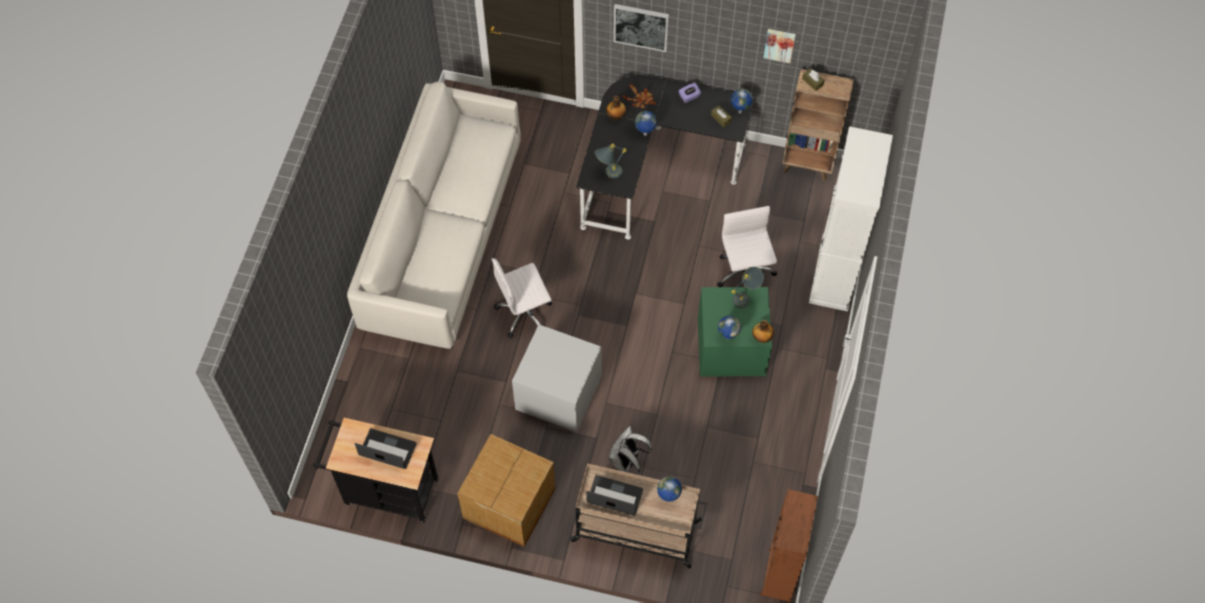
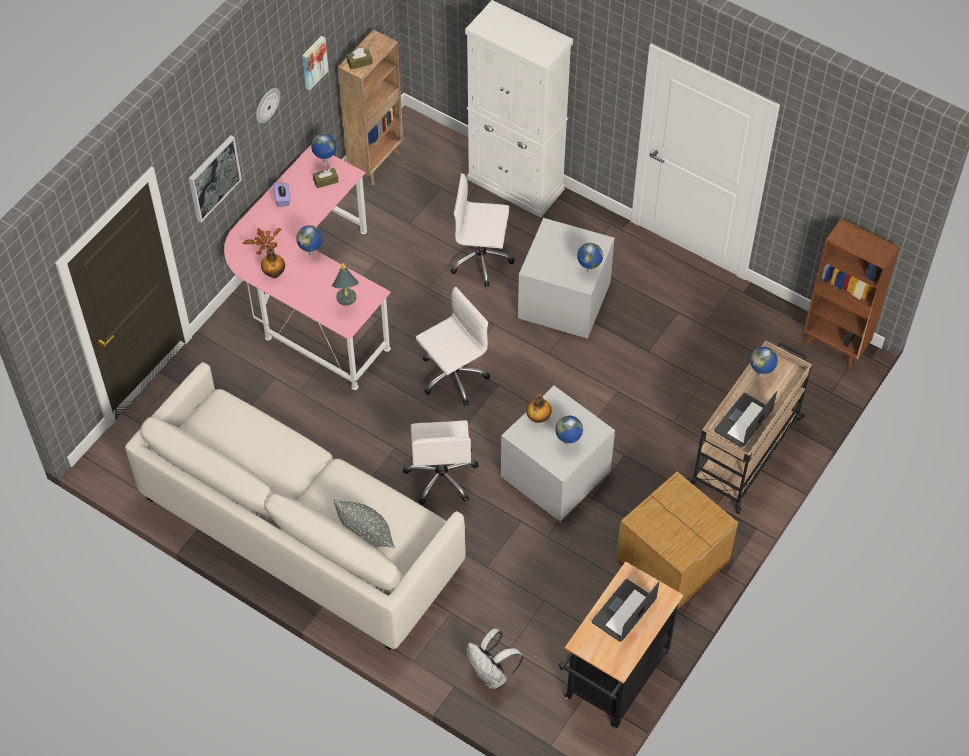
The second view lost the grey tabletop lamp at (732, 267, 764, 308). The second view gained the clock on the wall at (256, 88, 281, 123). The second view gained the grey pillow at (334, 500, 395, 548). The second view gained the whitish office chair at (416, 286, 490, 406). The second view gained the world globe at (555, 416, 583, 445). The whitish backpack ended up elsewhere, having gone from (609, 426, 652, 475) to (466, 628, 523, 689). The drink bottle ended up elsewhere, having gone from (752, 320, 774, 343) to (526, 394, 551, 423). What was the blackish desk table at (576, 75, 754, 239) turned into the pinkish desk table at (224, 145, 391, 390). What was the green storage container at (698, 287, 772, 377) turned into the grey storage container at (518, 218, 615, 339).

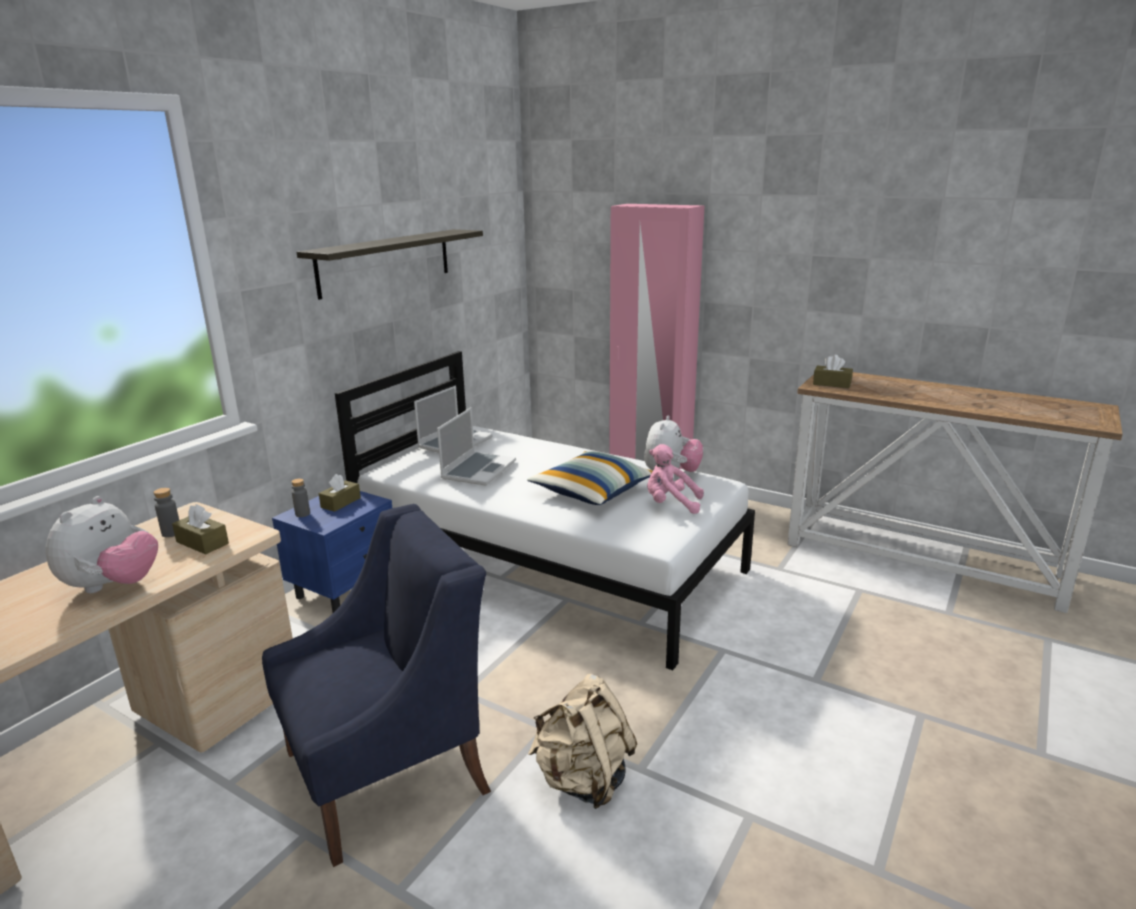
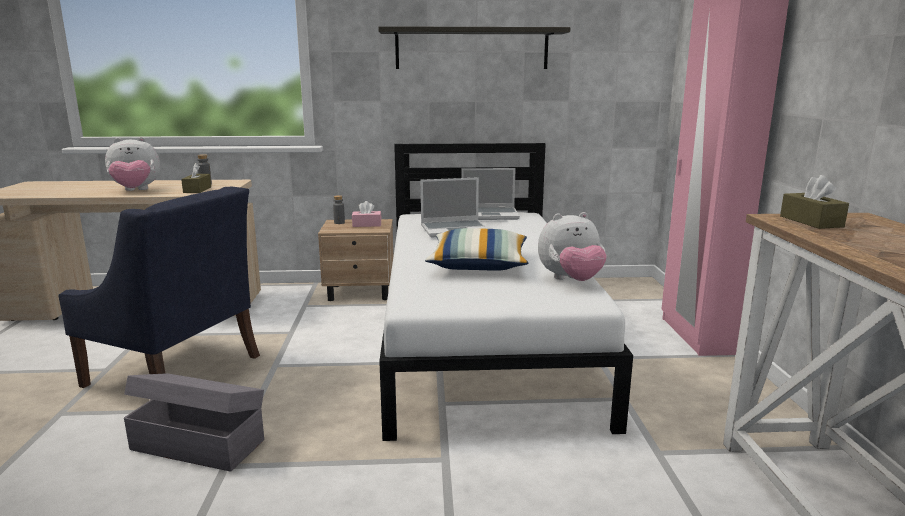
The second view lost the pinkish cuddly toy at (647, 444, 704, 514). Where the beige-coloured backpack stood at (528, 674, 637, 809), the grey storage container came to stand at (124, 374, 264, 471). What was the bluish nightstand at (272, 491, 392, 613) turned into the beige-coloured nightstand at (318, 219, 393, 301). What was the brown-coloured tissue holder at (319, 474, 361, 512) turned into the pinkish tissue holder at (352, 201, 382, 227).

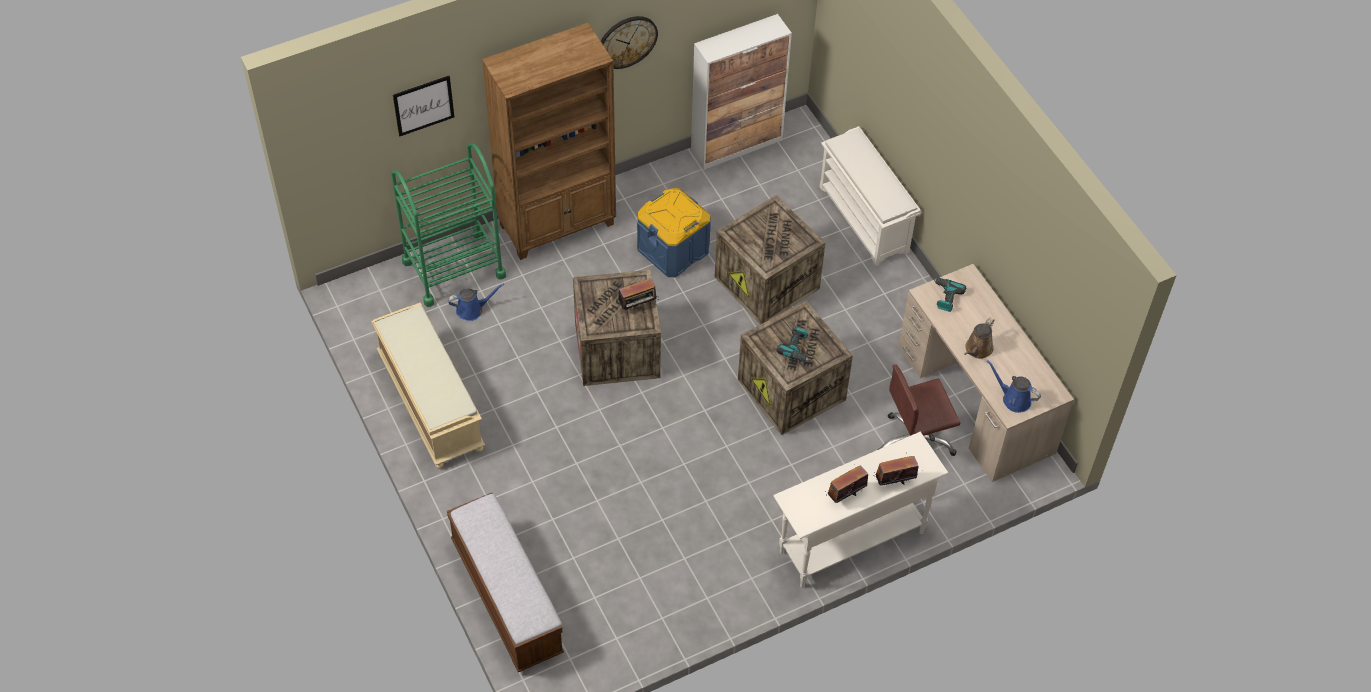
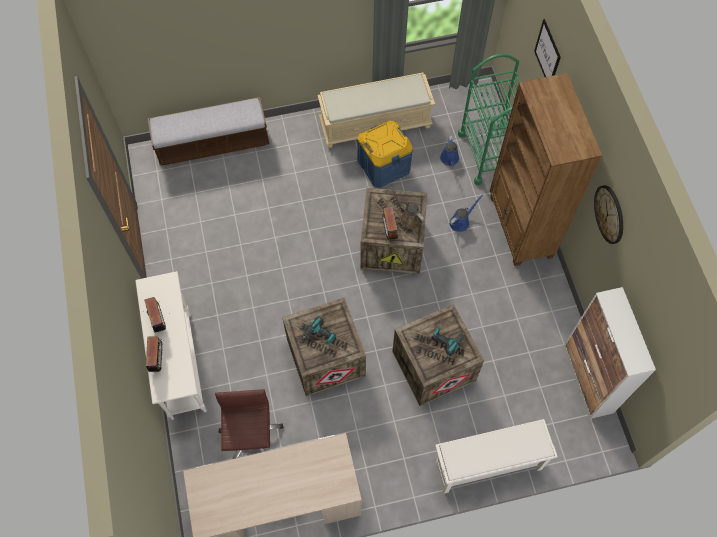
The bluish storage container ended up elsewhere, having gone from (637, 188, 711, 277) to (357, 120, 413, 188). The drill ended up elsewhere, having gone from (933, 277, 966, 312) to (431, 327, 465, 356). The brown-coloured sprinkling can ended up elsewhere, having gone from (964, 318, 994, 359) to (390, 187, 425, 229). The bluish sprinkling can ended up elsewhere, having gone from (987, 360, 1041, 413) to (449, 195, 483, 232).

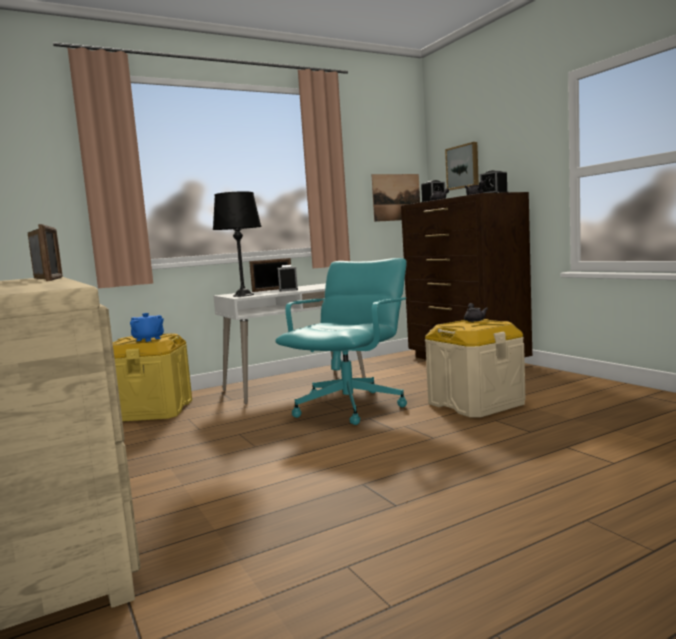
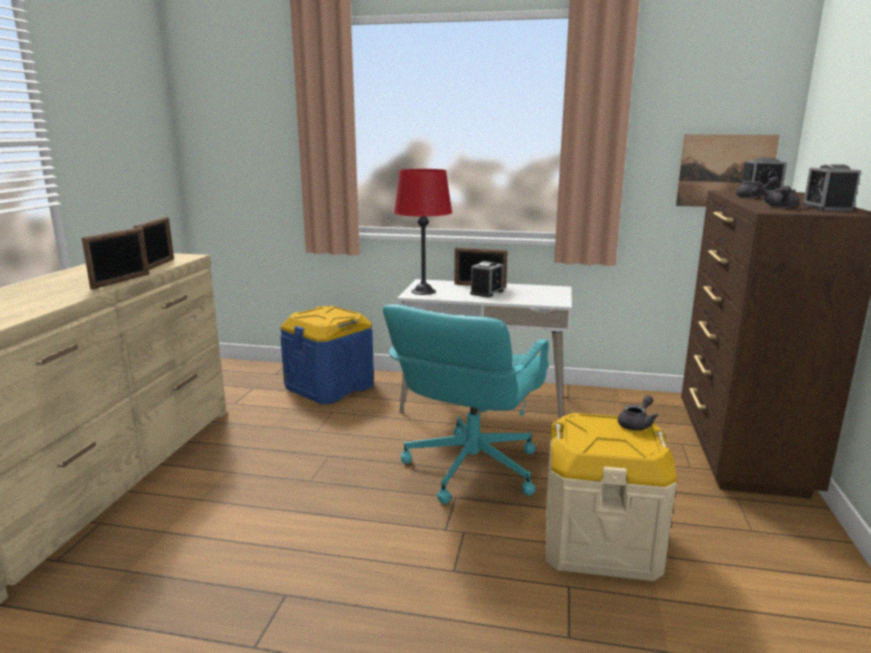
The second view lost the bluish tea pot at (130, 313, 164, 342). The second view lost the wall picture at (445, 142, 479, 190). What was the yellow-coloured storage container at (113, 333, 192, 422) turned into the bluish storage container at (280, 306, 374, 404). What was the blackish tabletop lamp at (213, 191, 261, 297) turned into the reddish tabletop lamp at (394, 169, 452, 295). The turquoise-coloured office chair at (275, 258, 407, 425) ended up facing another way, 135 degrees clockwise from before.

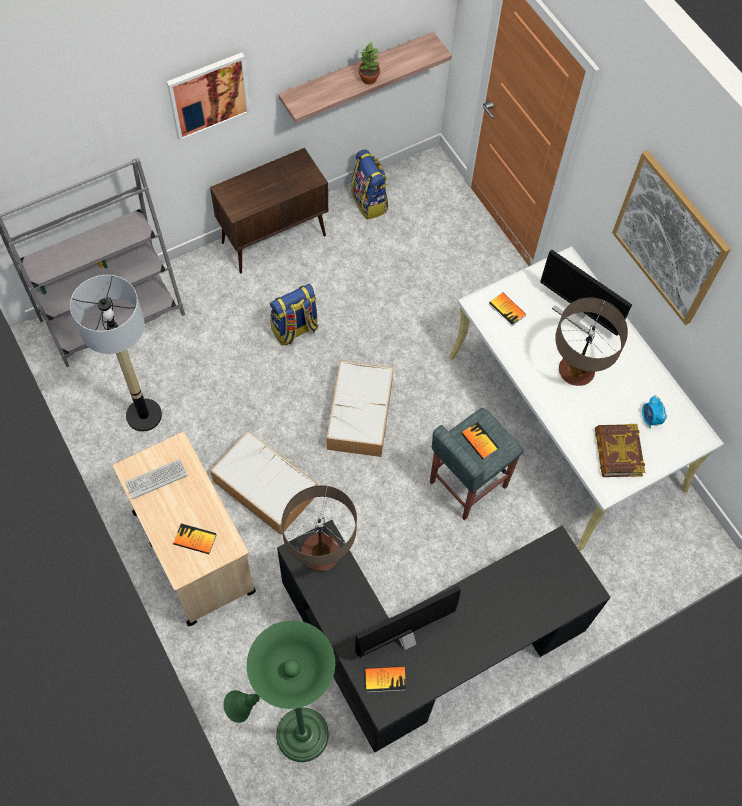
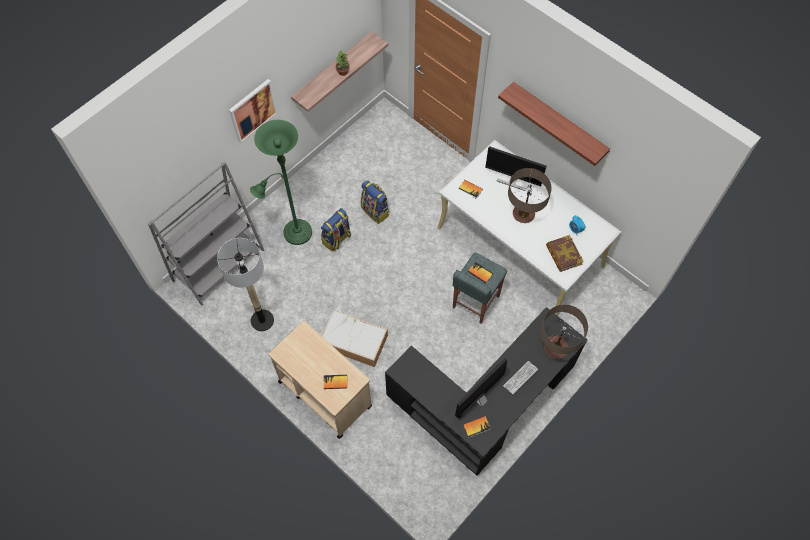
The second view lost the brown-coloured cabinet at (210, 148, 328, 274). The second view lost the storage container at (327, 360, 394, 457). The computer keyboard ended up elsewhere, having gone from (125, 459, 187, 499) to (503, 361, 538, 394). The green standing lamp ended up elsewhere, having gone from (224, 620, 335, 762) to (250, 120, 312, 245). The tabletop lamp ended up elsewhere, having gone from (281, 485, 357, 571) to (541, 304, 588, 359). The backpack ended up elsewhere, having gone from (351, 149, 388, 220) to (361, 180, 389, 224). Where the wall picture hung at (612, 150, 731, 325), the wall shelf came to hang at (498, 82, 610, 166).

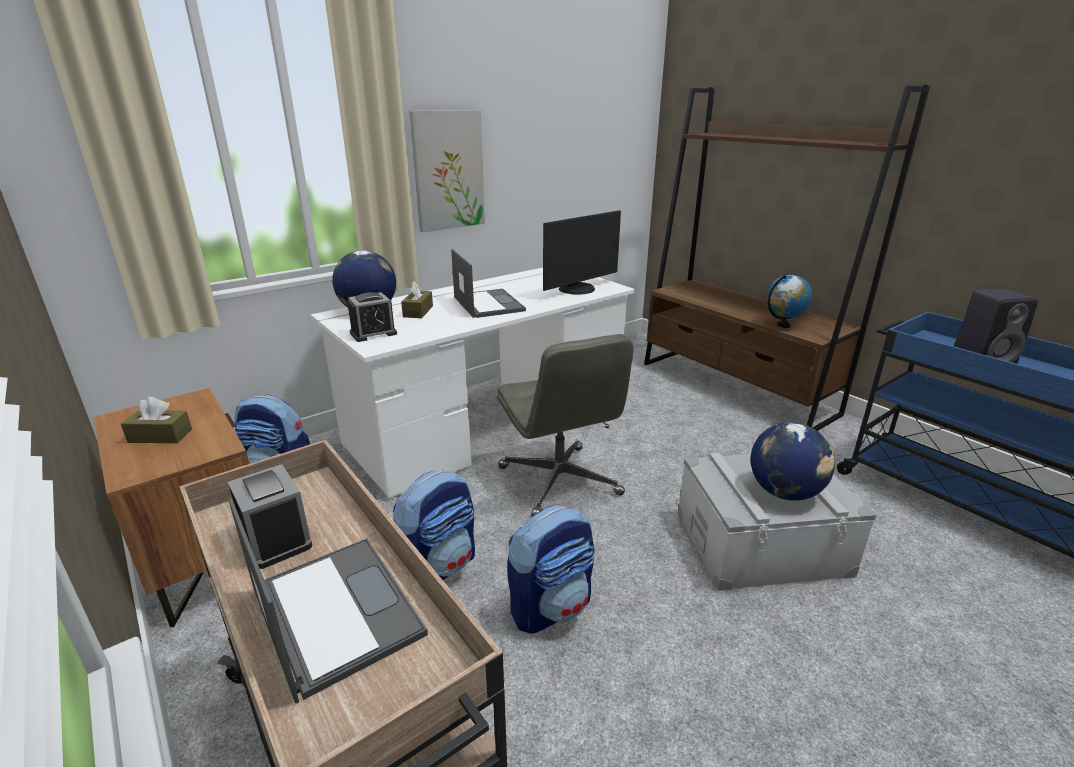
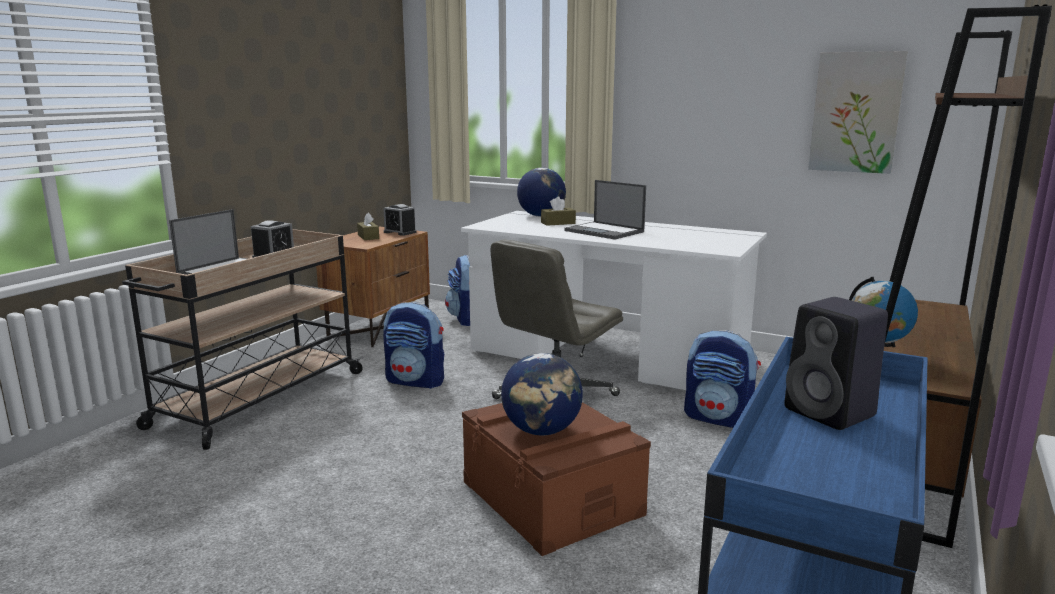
The second view lost the monitor at (543, 210, 621, 295). The table clock ended up elsewhere, having gone from (347, 292, 397, 342) to (383, 204, 417, 236). The wall picture ended up elsewhere, having gone from (409, 110, 485, 232) to (808, 51, 907, 174). The backpack ended up elsewhere, having gone from (507, 505, 595, 633) to (684, 330, 761, 428). What was the grey storage container at (678, 453, 876, 591) turned into the brown-coloured storage container at (462, 402, 651, 556). The notebook computer at (451, 249, 526, 318) ended up facing another way, 90 degrees clockwise from before.

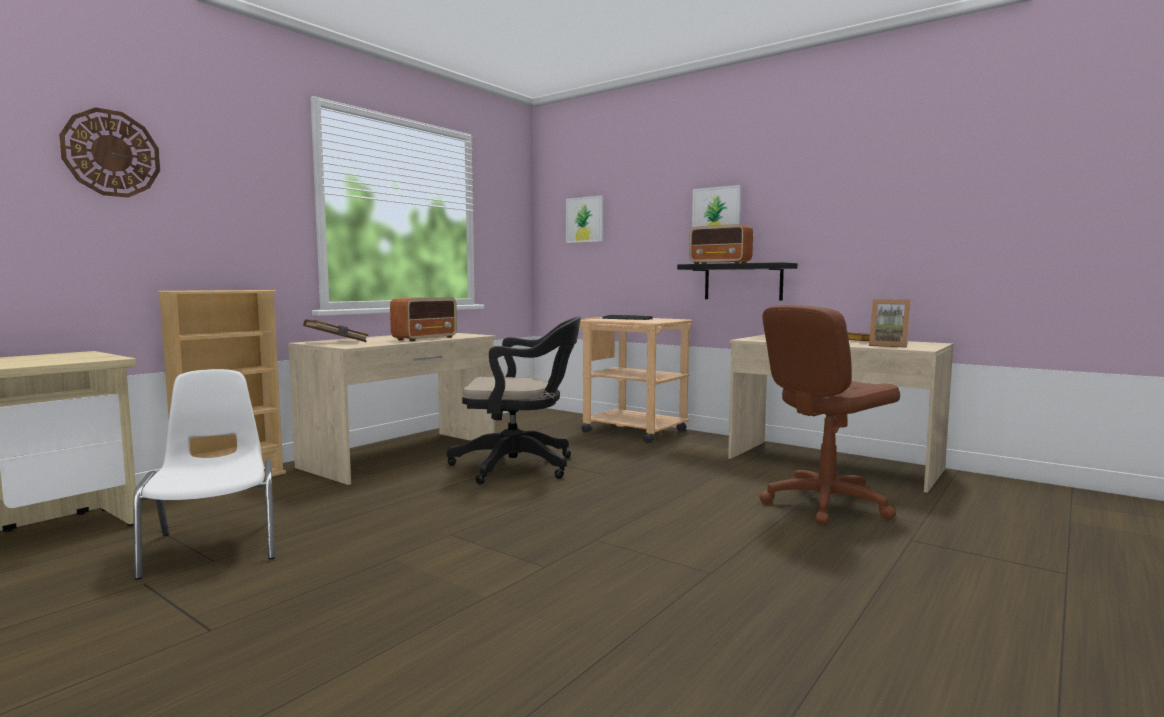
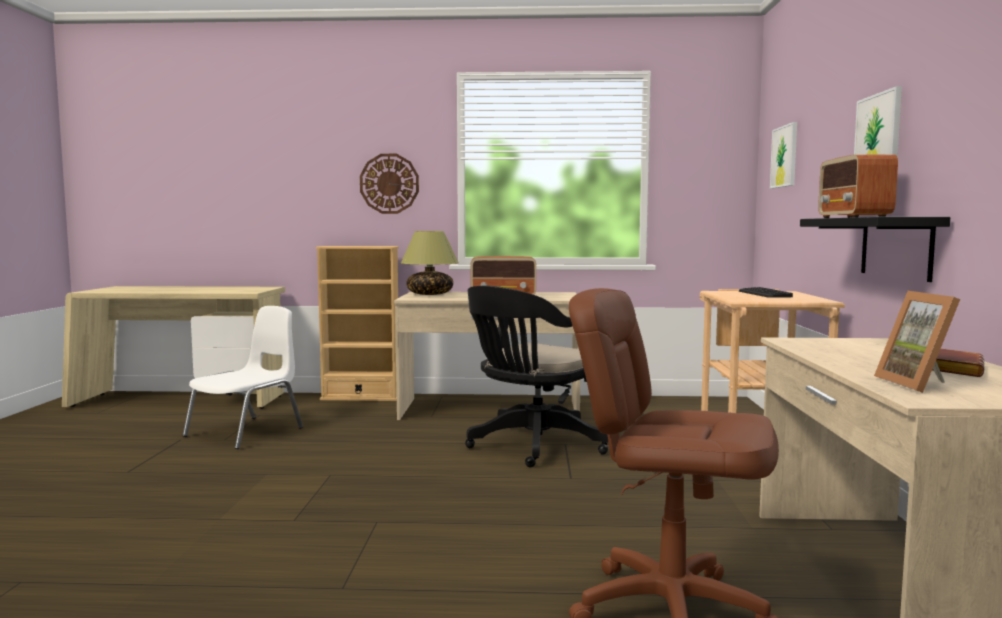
The clock on the wall ended up elsewhere, having gone from (59, 107, 160, 198) to (360, 154, 419, 214). Where the brown-coloured bound book stood at (303, 319, 369, 342), the tabletop lamp came to stand at (401, 231, 459, 295). The blackish office chair at (447, 317, 581, 484) ended up facing another way, 75 degrees clockwise from before.

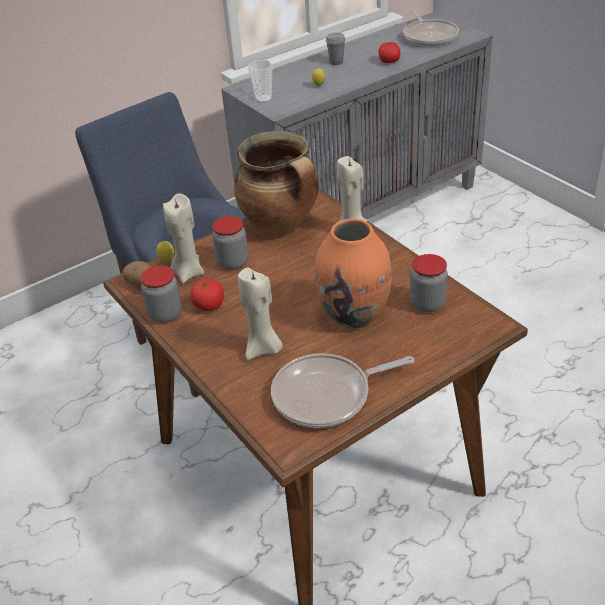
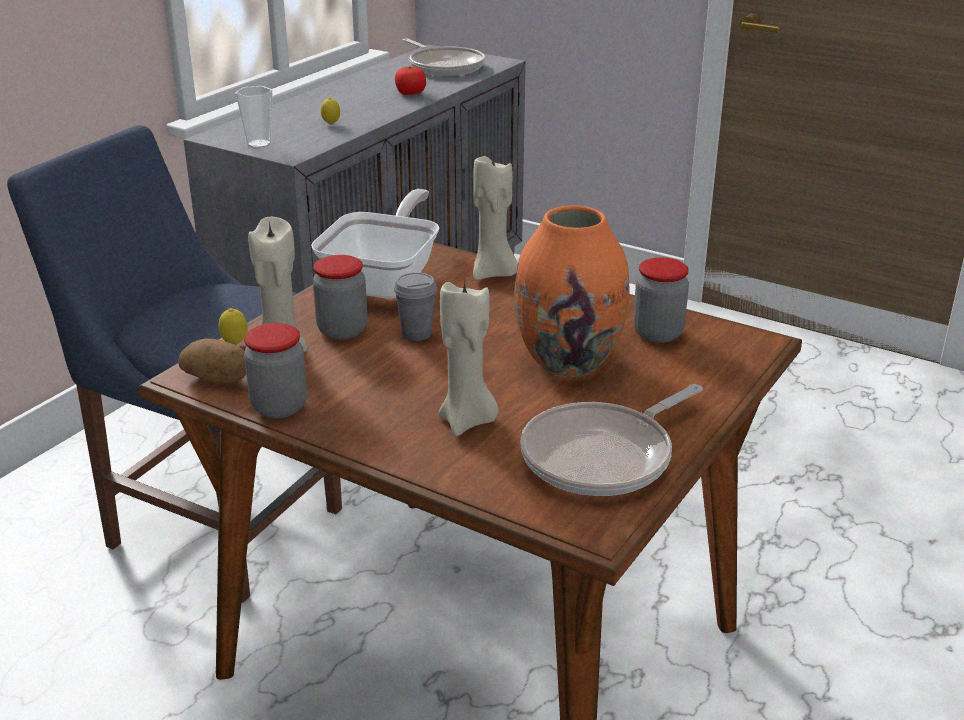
The second view lost the fresh tomato at (190, 279, 224, 311). The grey drinking cup ended up elsewhere, having gone from (326, 33, 346, 65) to (394, 272, 437, 341). Where the stockpot stood at (234, 131, 319, 236), the pan came to stand at (311, 189, 440, 299).

